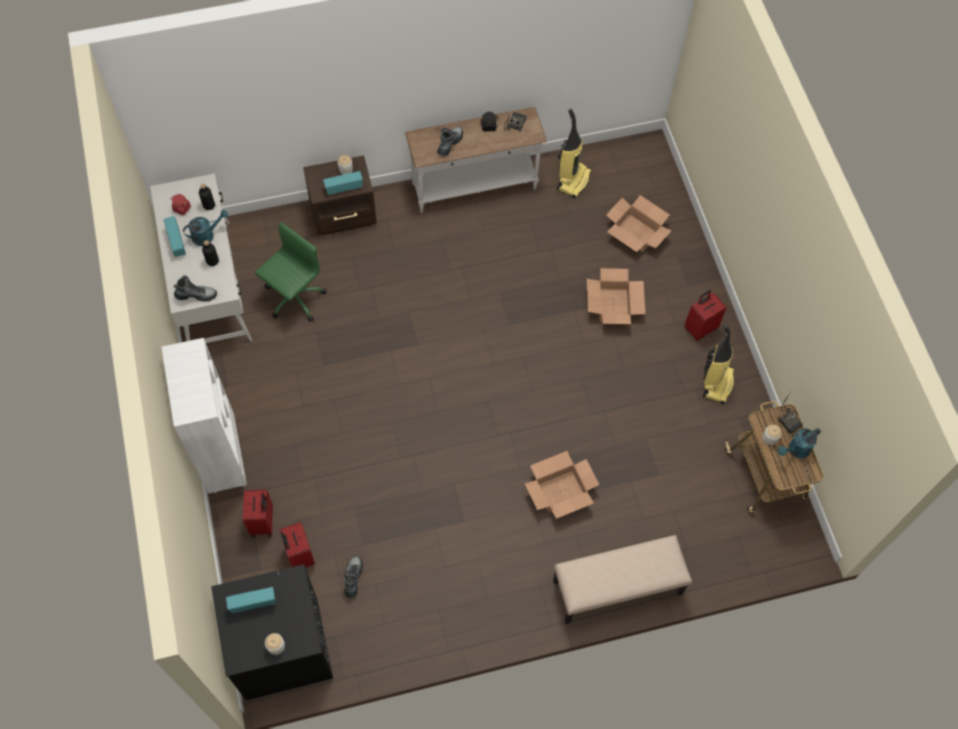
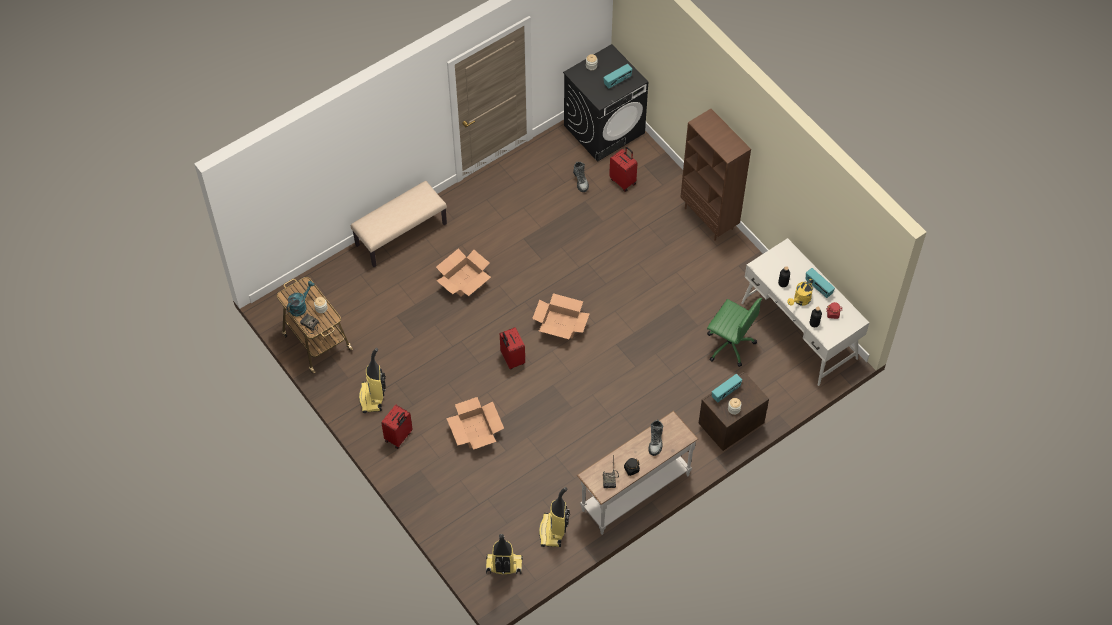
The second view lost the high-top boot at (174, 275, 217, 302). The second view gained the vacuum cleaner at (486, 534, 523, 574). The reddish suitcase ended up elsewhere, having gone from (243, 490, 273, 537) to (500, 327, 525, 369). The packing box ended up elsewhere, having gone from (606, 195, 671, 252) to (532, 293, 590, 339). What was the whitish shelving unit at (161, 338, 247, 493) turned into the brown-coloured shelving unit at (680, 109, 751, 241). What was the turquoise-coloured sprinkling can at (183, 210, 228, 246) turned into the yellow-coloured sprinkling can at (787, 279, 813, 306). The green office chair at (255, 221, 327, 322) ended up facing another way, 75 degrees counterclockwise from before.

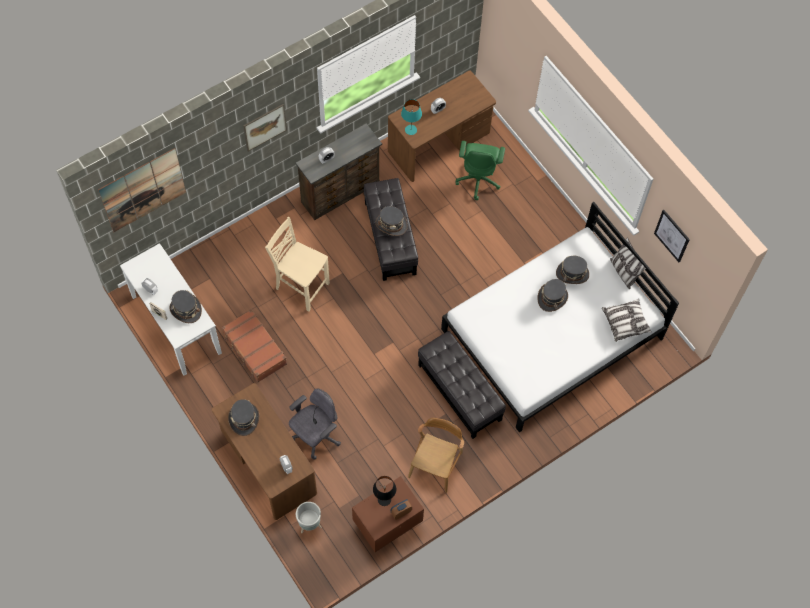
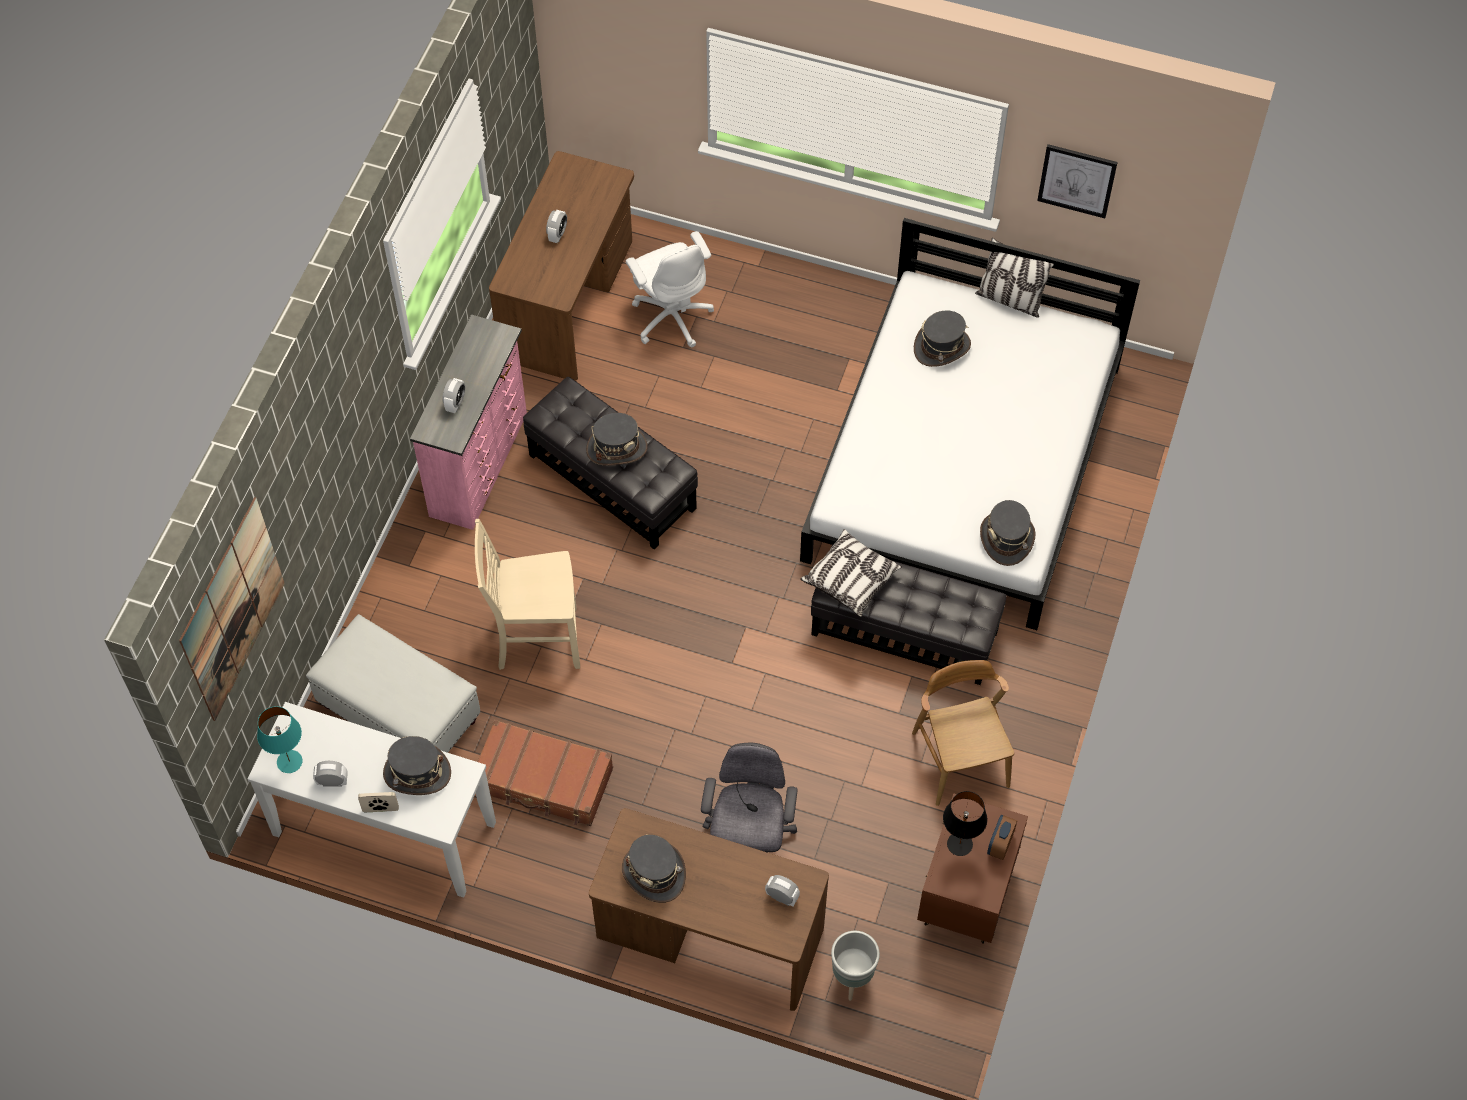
The second view lost the wall picture at (243, 104, 287, 151). The second view gained the whitish footrest at (306, 614, 480, 753). The turquoise-coloured tabletop lamp ended up elsewhere, having gone from (401, 99, 422, 135) to (257, 706, 303, 773). The grey wearable hat ended up elsewhere, having gone from (537, 279, 568, 312) to (980, 500, 1036, 566). The pillow ended up elsewhere, having gone from (602, 299, 652, 342) to (800, 529, 902, 617). What was the brown-coloured dresser at (296, 124, 382, 220) turned into the pinkish dresser at (410, 315, 527, 530). What was the green office chair at (455, 141, 505, 200) turned into the whitish office chair at (626, 231, 714, 347).

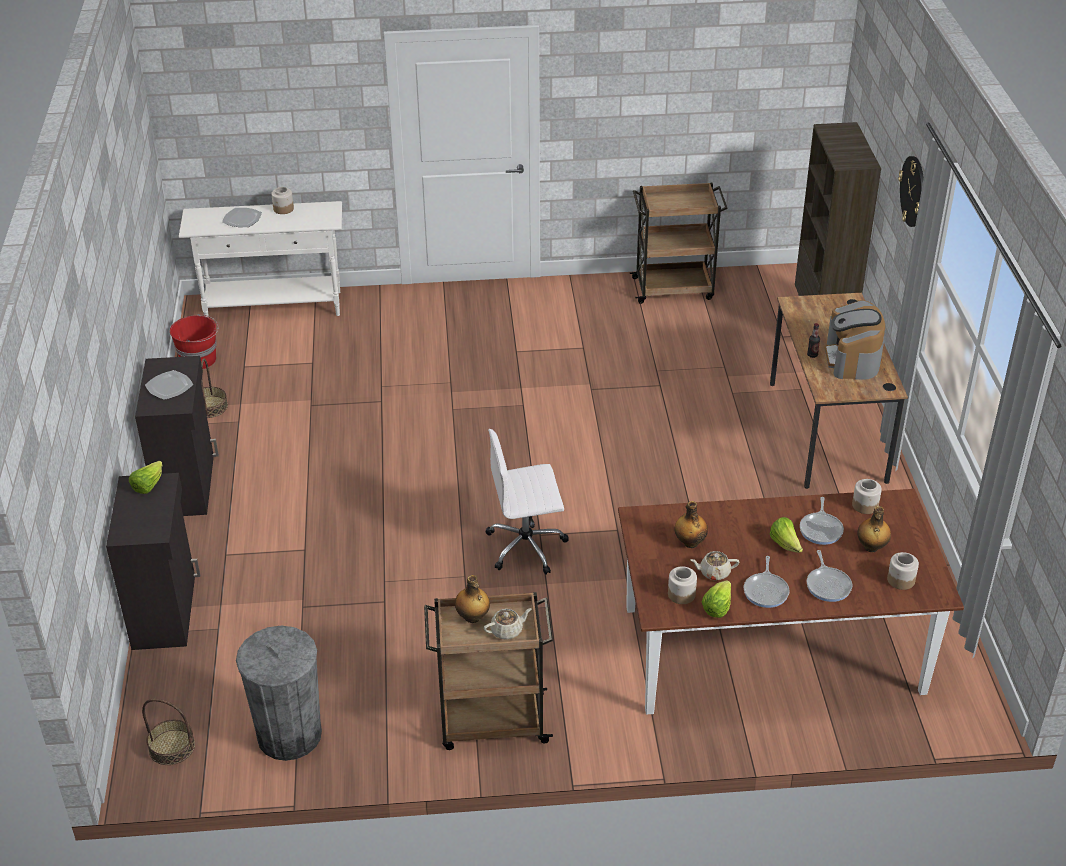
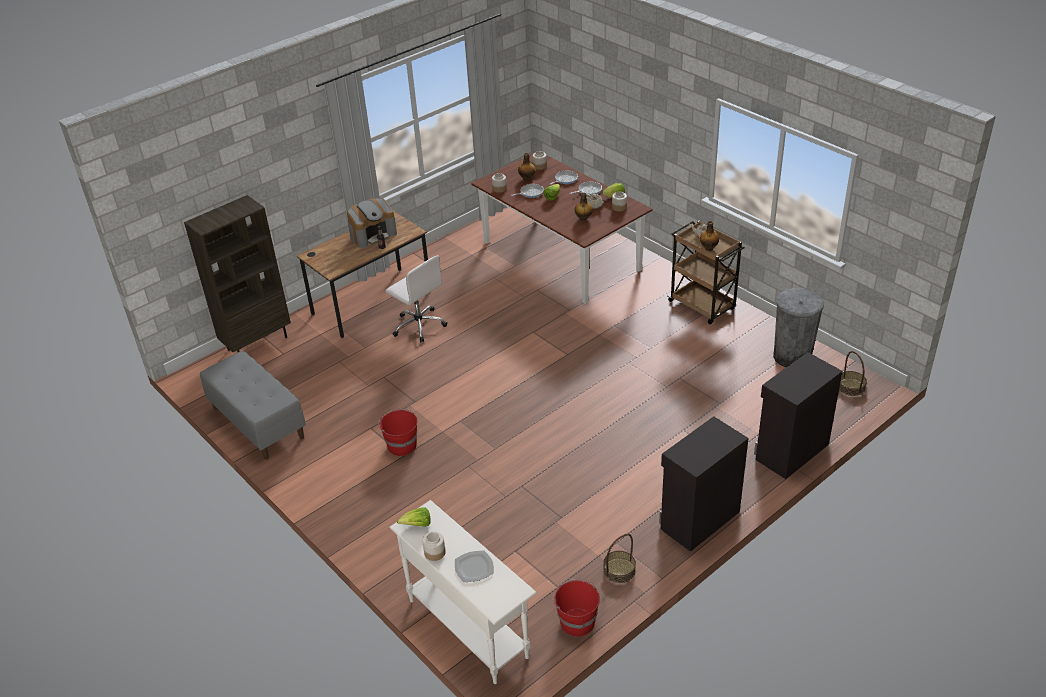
The second view lost the flat dish at (145, 370, 193, 400). The second view lost the clock on the wall at (898, 156, 924, 227). The second view gained the reddish water bucket at (378, 409, 418, 456). The lettuce ended up elsewhere, having gone from (129, 461, 162, 494) to (397, 507, 431, 527). The whitish office chair ended up elsewhere, having gone from (485, 429, 569, 575) to (385, 256, 447, 342). Where the brown-coloured trolley stood at (629, 183, 728, 304), the grey indoor bench came to stand at (200, 351, 306, 460).

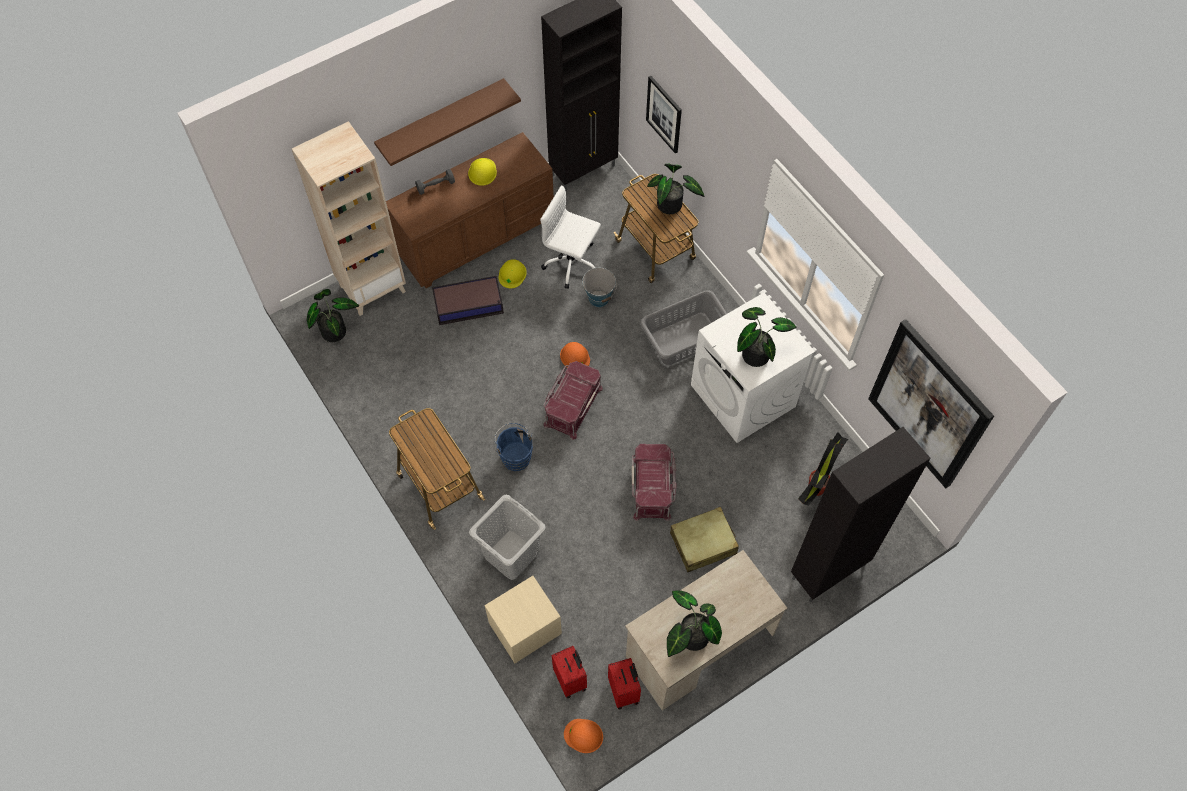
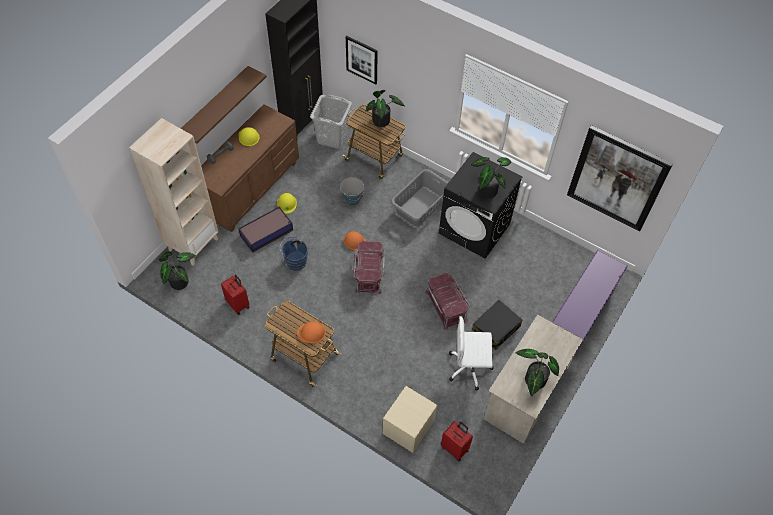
The second view lost the houseplant at (798, 432, 848, 506). The grey hamper ended up elsewhere, having gone from (469, 495, 546, 580) to (310, 95, 352, 149). The bluish water bucket ended up elsewhere, having gone from (495, 423, 533, 471) to (280, 237, 308, 271). The whitish office chair ended up elsewhere, having gone from (540, 185, 601, 289) to (449, 316, 493, 391). The orange-coloured work helmet ended up elsewhere, having gone from (564, 719, 603, 753) to (297, 321, 326, 343). The reddish suitcase ended up elsewhere, having gone from (608, 658, 641, 710) to (221, 274, 250, 315). Where the blackish cabinet stood at (791, 427, 930, 602), the purplish shoe rack came to stand at (552, 250, 628, 359). What was the beige-coloured suitcase at (670, 507, 739, 572) turned into the blackish suitcase at (472, 300, 522, 350). What was the whitish laundry appliance at (691, 293, 815, 443) turned into the blackish laundry appliance at (439, 152, 523, 259).

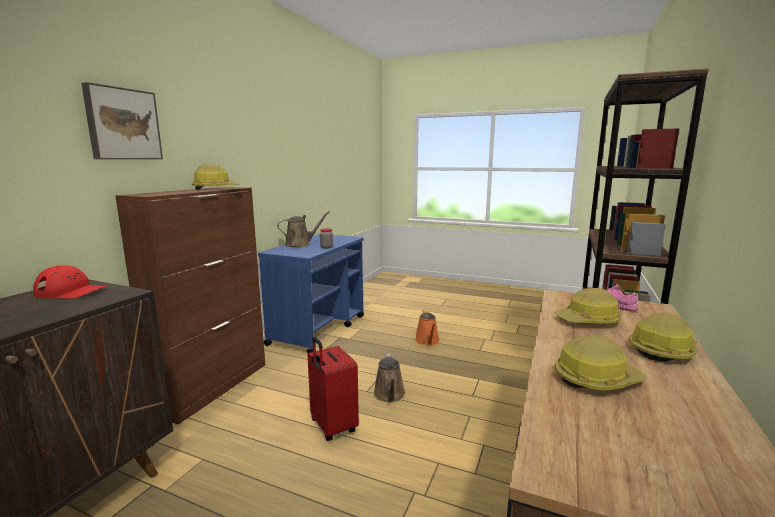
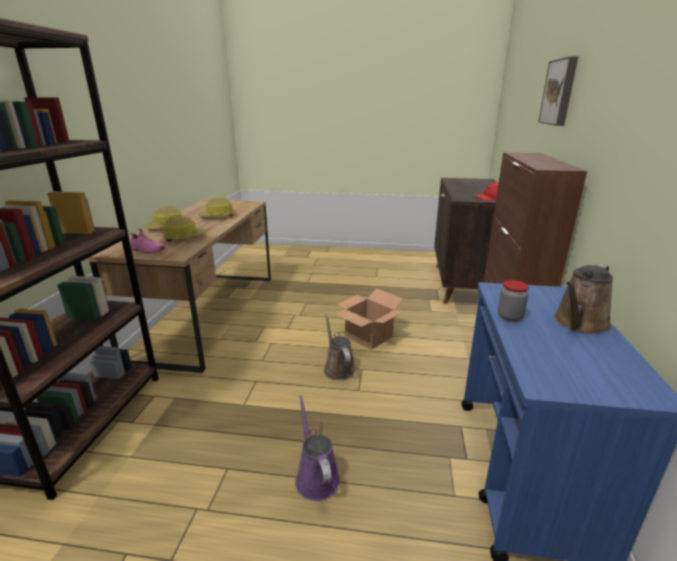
The second view lost the work helmet at (192, 164, 240, 190). Where the reddish suitcase stood at (308, 337, 359, 441), the packing box came to stand at (335, 288, 404, 350). What was the orange-coloured sprinkling can at (415, 311, 440, 346) turned into the purplish sprinkling can at (295, 395, 340, 501).

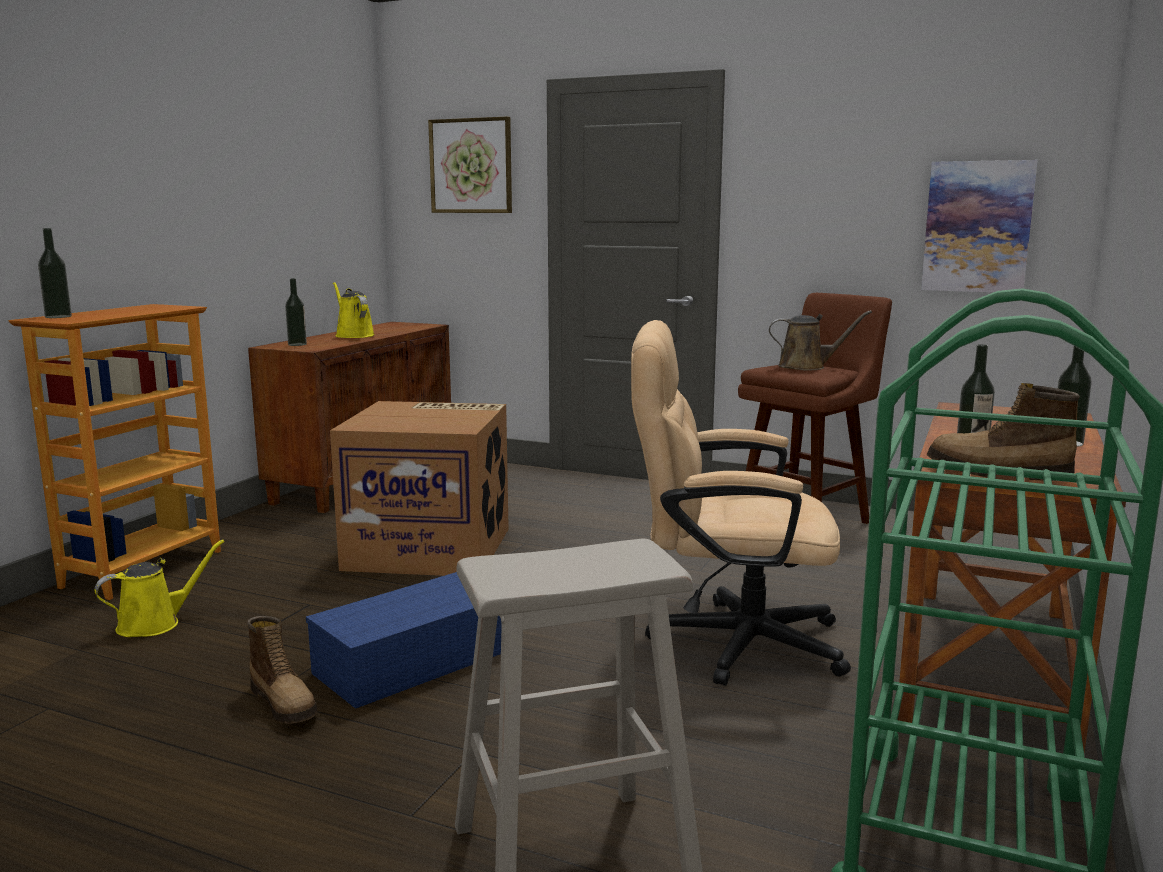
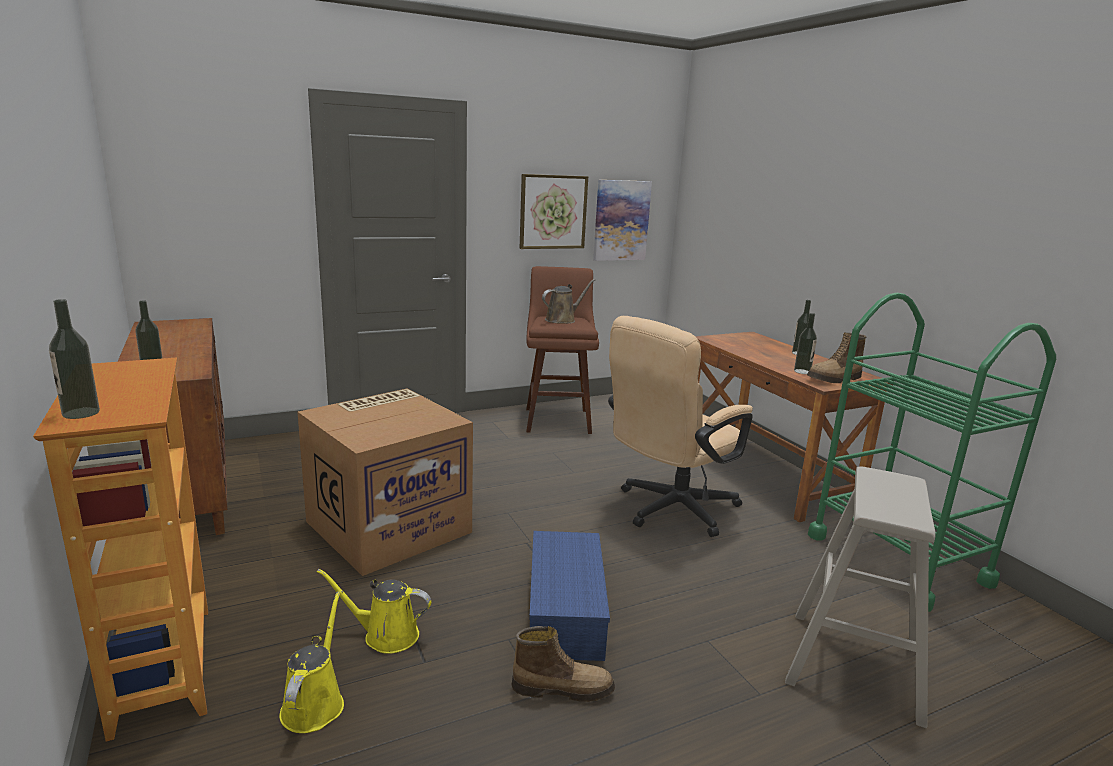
The yellow-coloured sprinkling can ended up elsewhere, having gone from (333, 282, 375, 338) to (317, 569, 431, 654). The wall picture ended up elsewhere, having gone from (428, 116, 512, 213) to (520, 174, 588, 249).

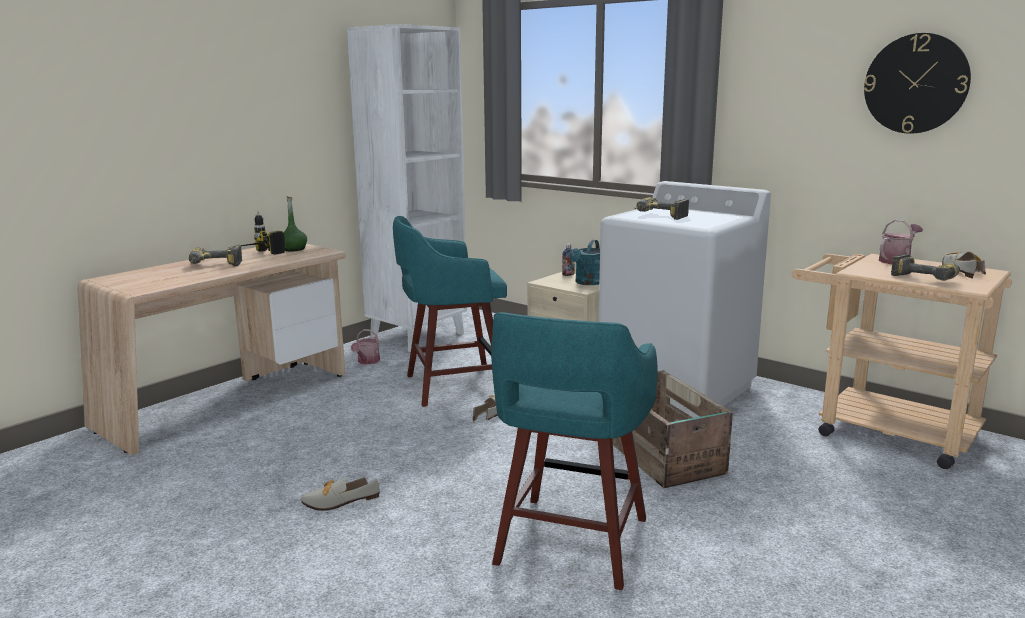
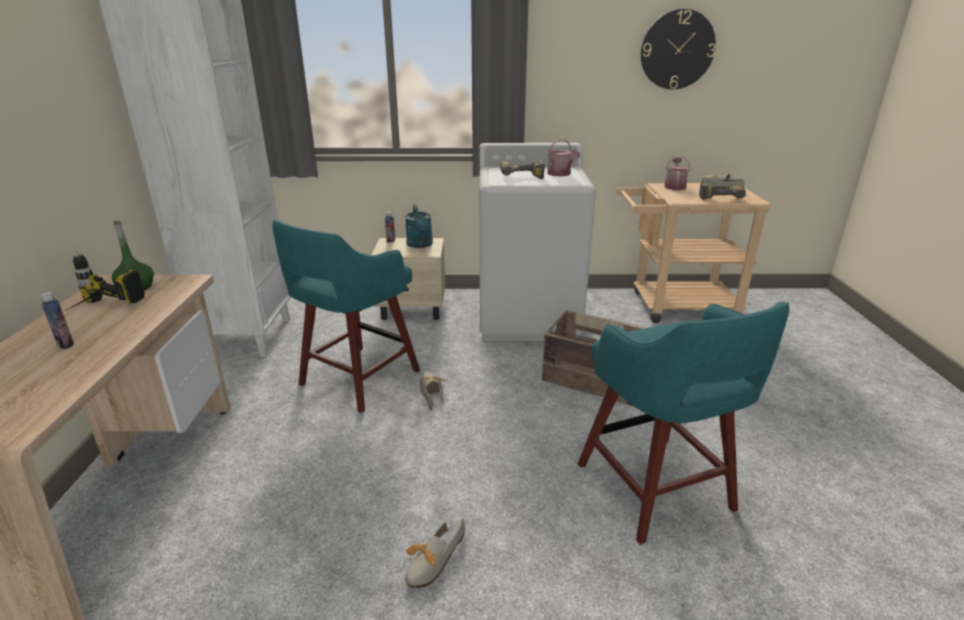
The sprinkling can ended up elsewhere, having gone from (351, 329, 380, 365) to (547, 139, 580, 176). Where the drill stood at (189, 245, 242, 266), the drink bottle came to stand at (41, 292, 74, 349).

